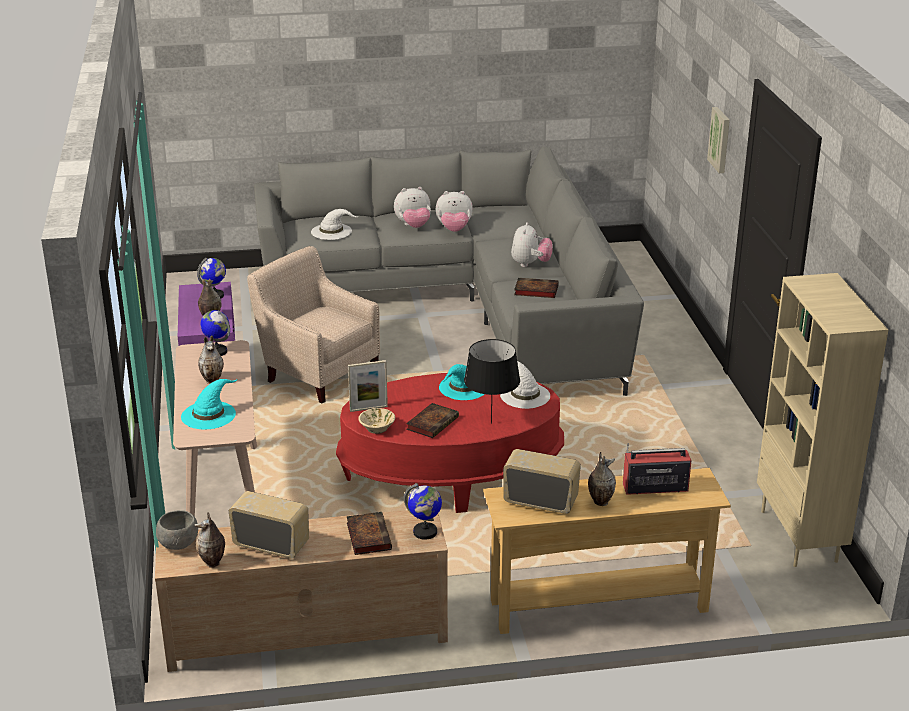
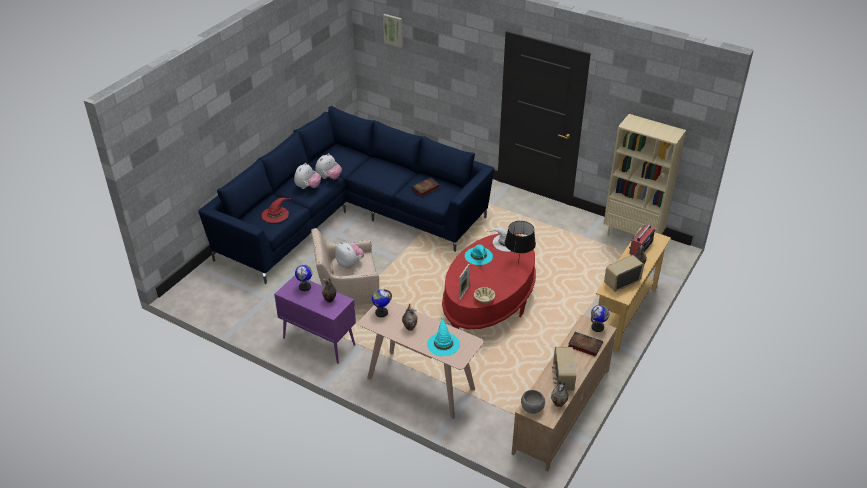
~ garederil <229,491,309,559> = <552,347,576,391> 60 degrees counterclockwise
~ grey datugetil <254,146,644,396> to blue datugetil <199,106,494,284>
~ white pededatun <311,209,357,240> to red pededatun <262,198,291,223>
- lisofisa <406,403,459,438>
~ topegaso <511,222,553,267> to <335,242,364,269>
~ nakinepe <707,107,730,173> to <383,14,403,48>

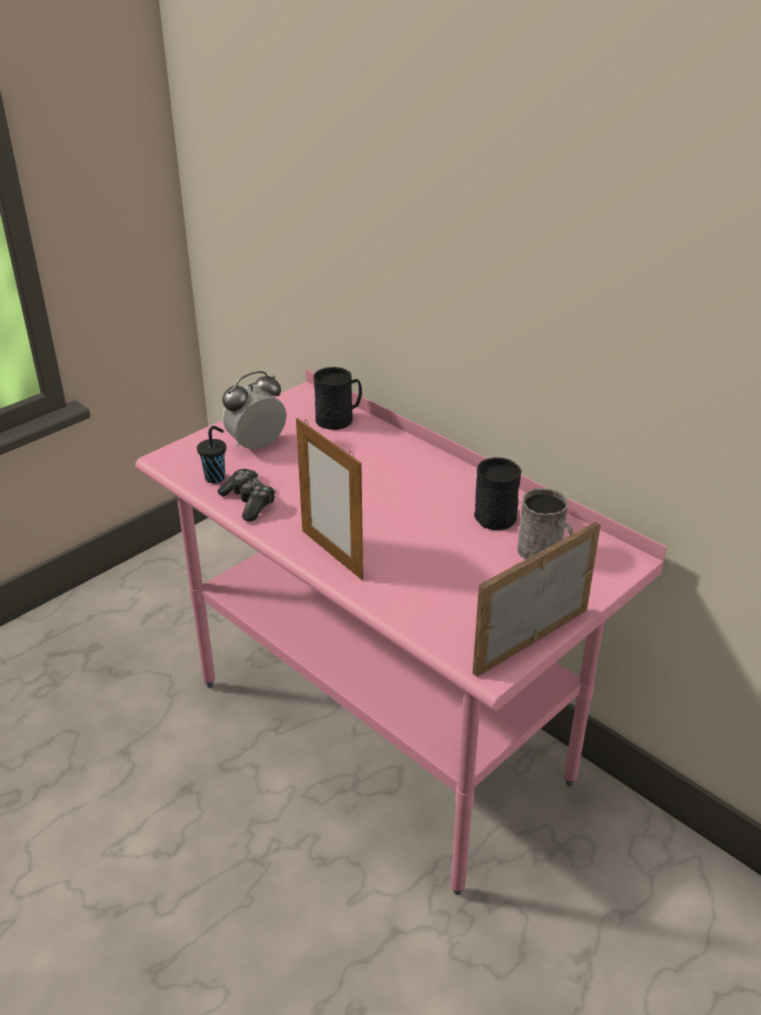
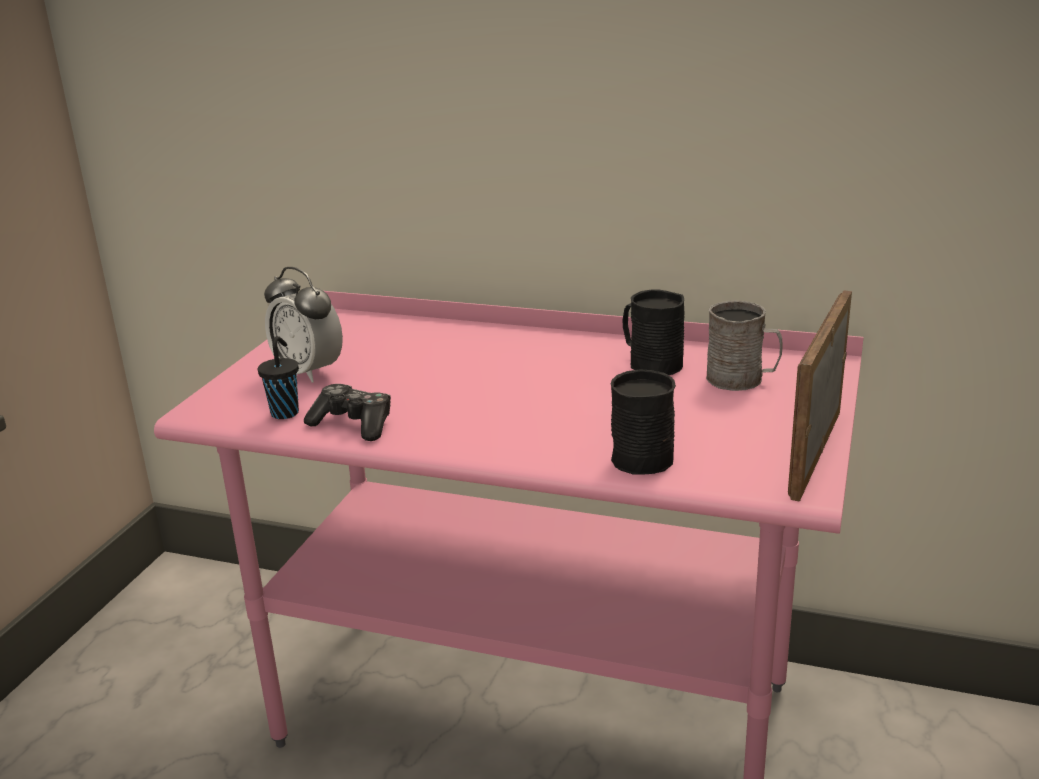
~ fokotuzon <222,371,287,450> = <264,267,343,383> 75 degrees counterclockwise
- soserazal <296,418,363,580>
~ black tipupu <313,367,362,430> to <611,369,676,474>

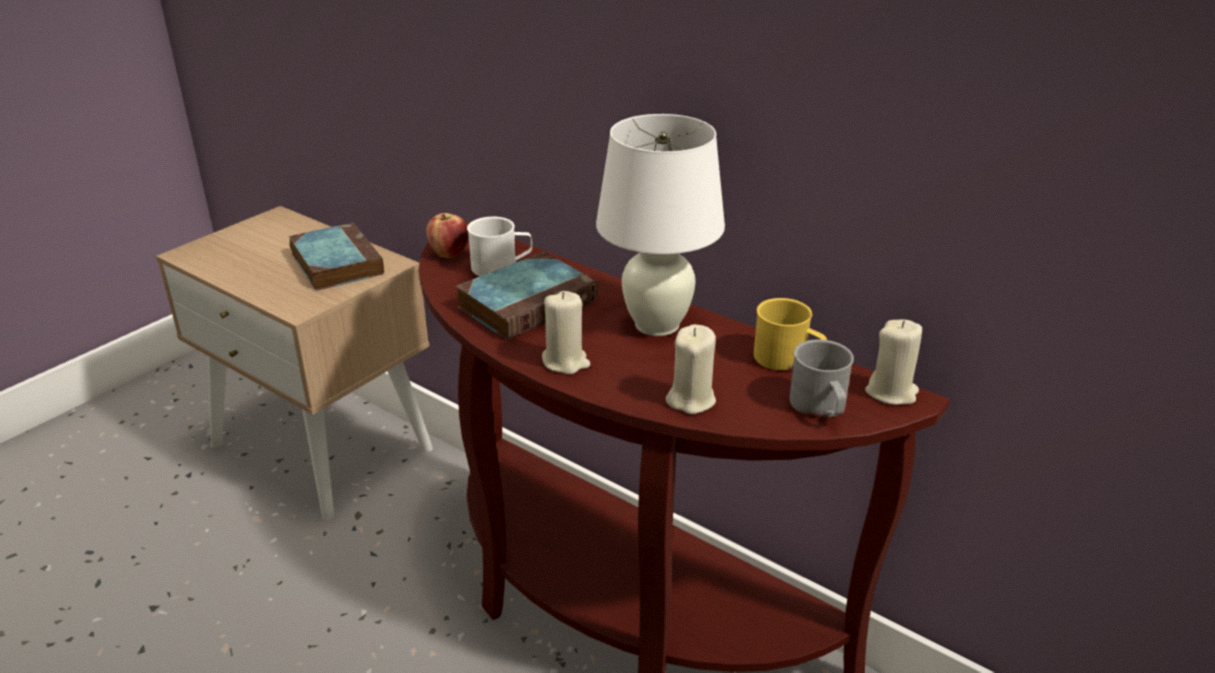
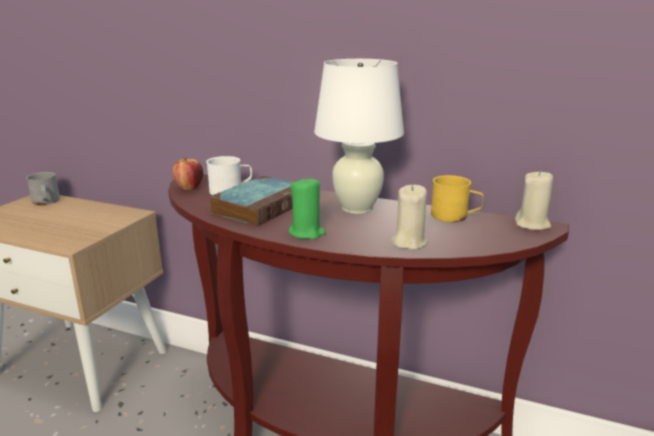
- lisofisa <289,222,384,291>
~ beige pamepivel <542,291,590,374> to green pamepivel <288,177,326,239>
~ grey tipupu <790,339,854,418> to <26,172,60,205>

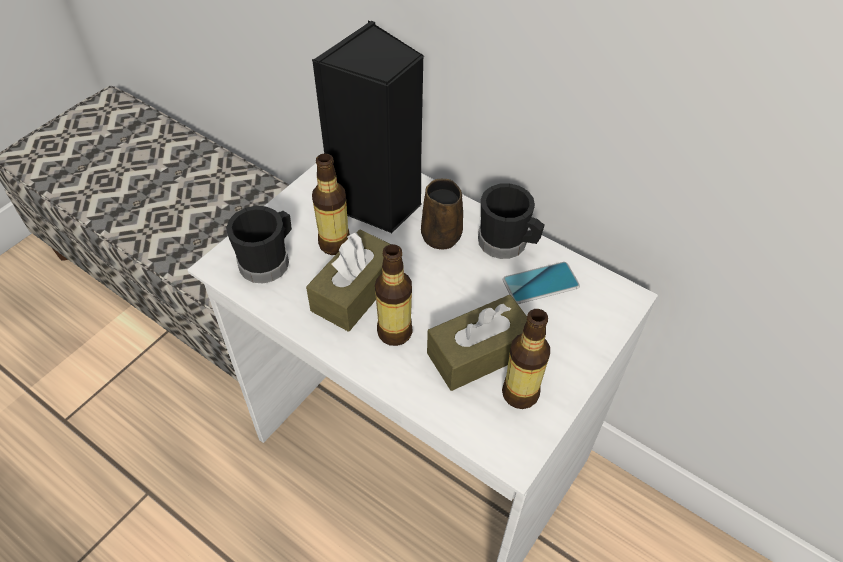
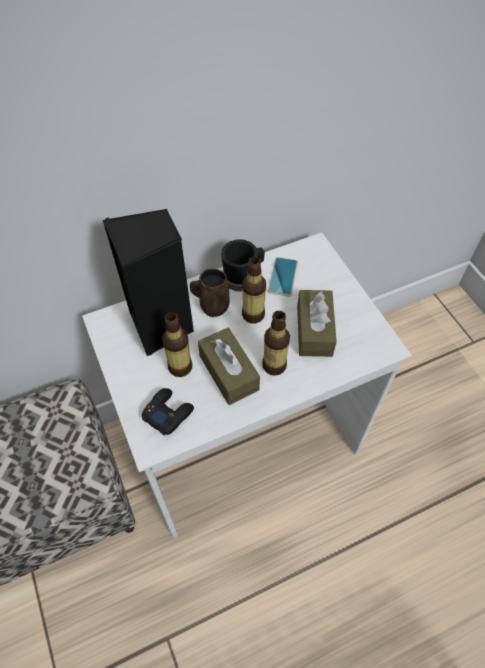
~ black tipupu <226,206,292,283> to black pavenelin <142,388,194,435>
~ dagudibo <502,309,550,409> to <242,257,266,324>

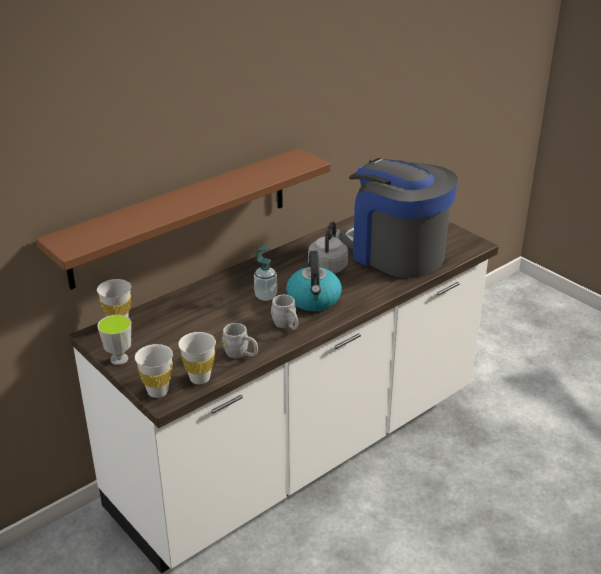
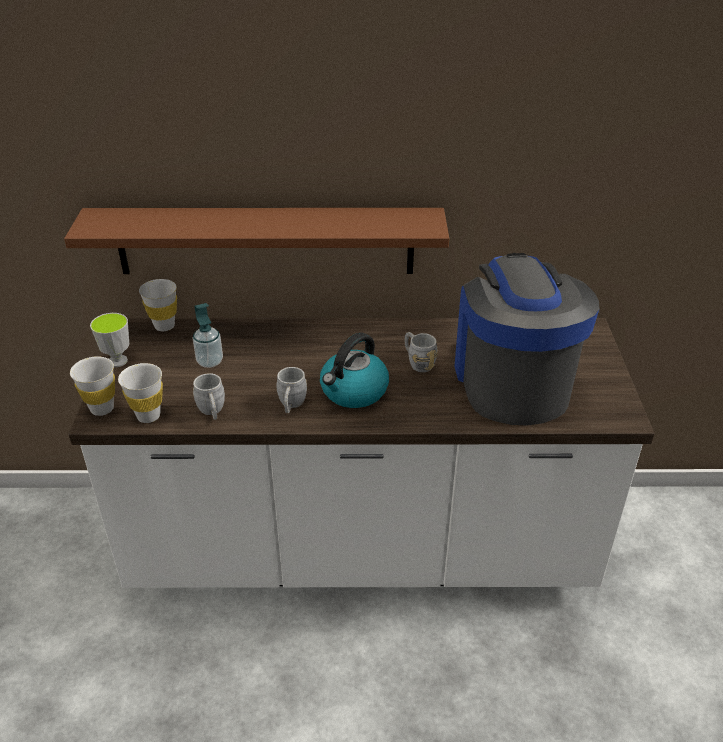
~ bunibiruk <254,246,277,301> to <193,303,223,368>
~ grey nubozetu <308,221,348,273> to grey tipupu <405,332,438,372>

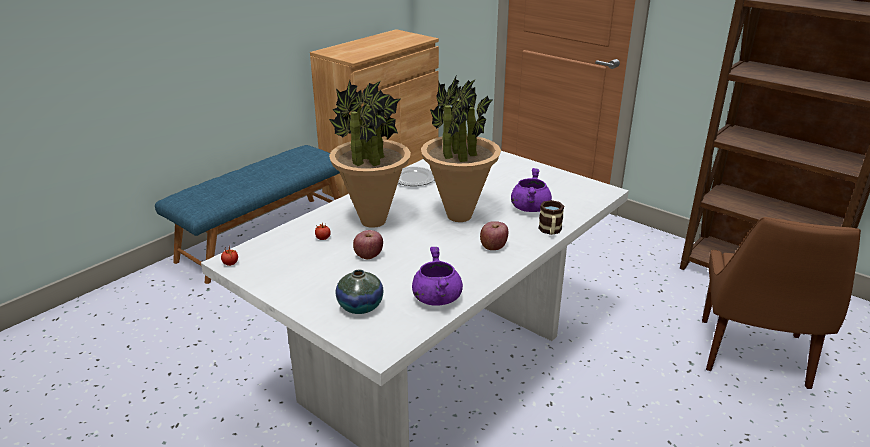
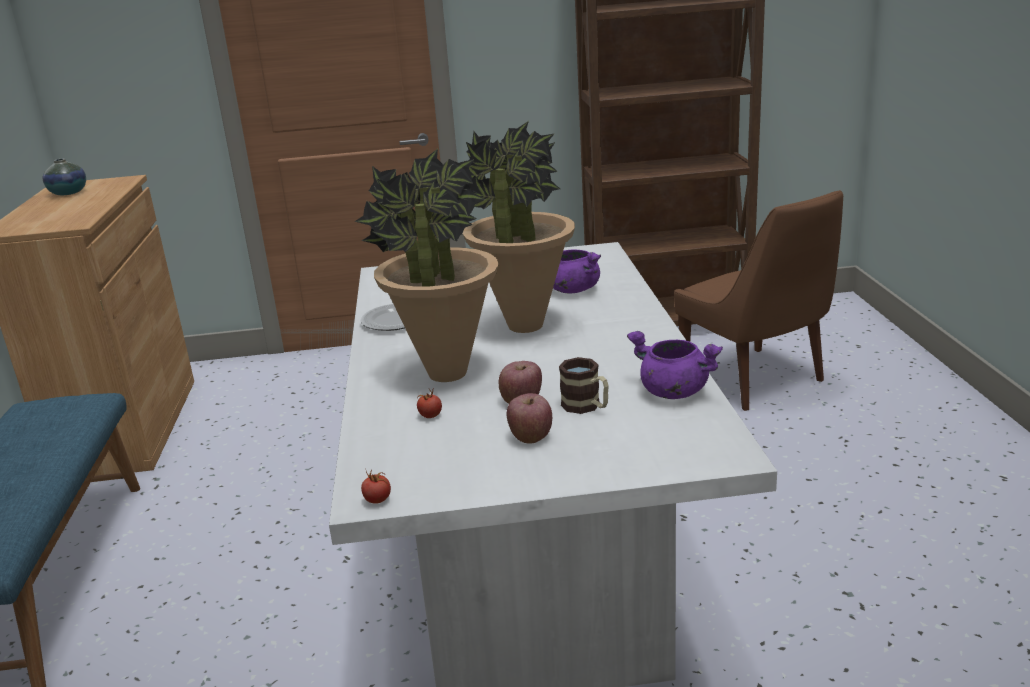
~ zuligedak <336,270,384,314> to <43,159,86,195>
~ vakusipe <480,221,508,250> to <507,393,552,444>
~ tipupu <538,200,564,235> to <559,357,609,414>

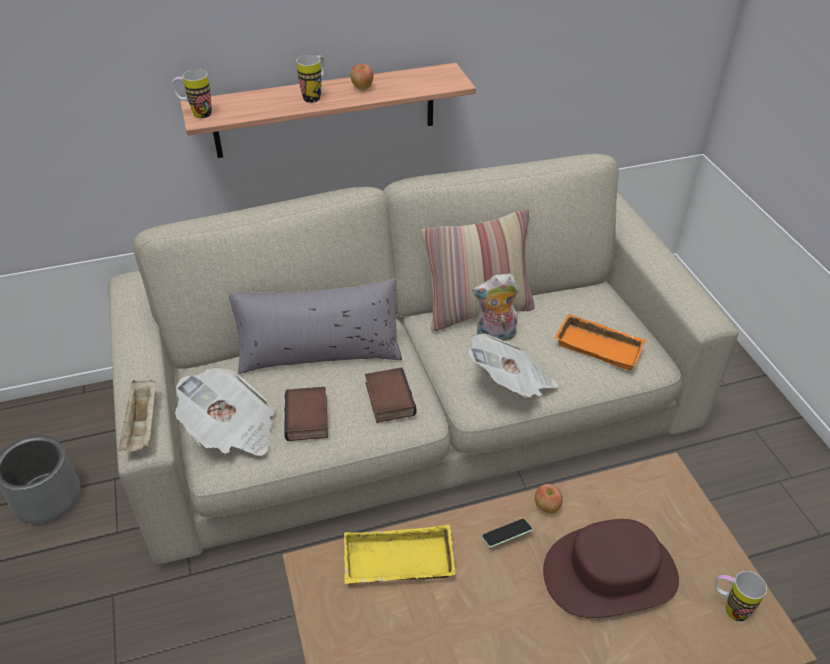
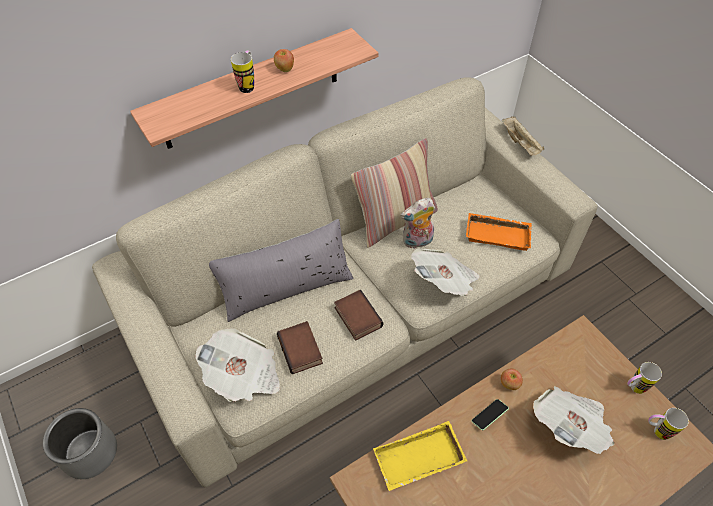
~ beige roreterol <119,380,156,452> to <502,116,544,156>
~ tipupu <172,69,211,118> to <627,362,662,394>
~ brown pededatun <543,519,679,618> to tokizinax <533,386,614,454>

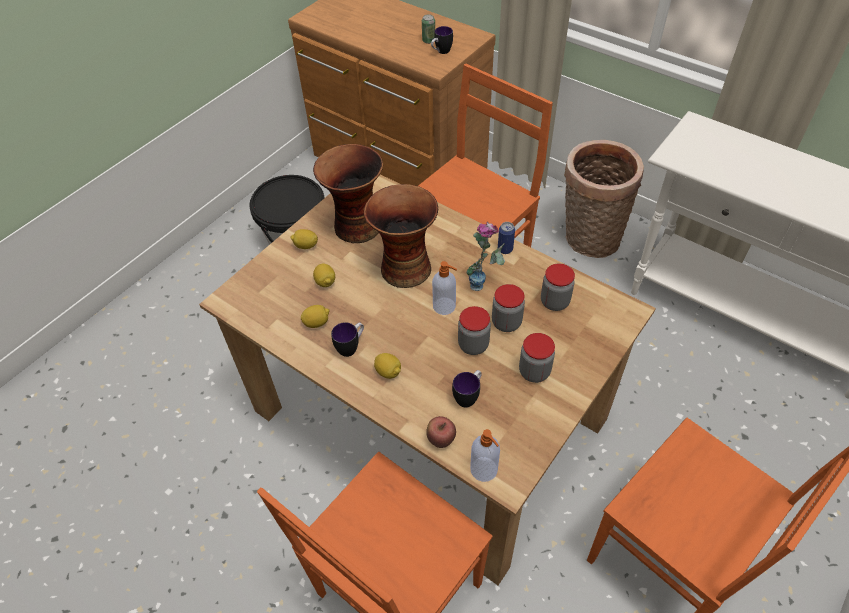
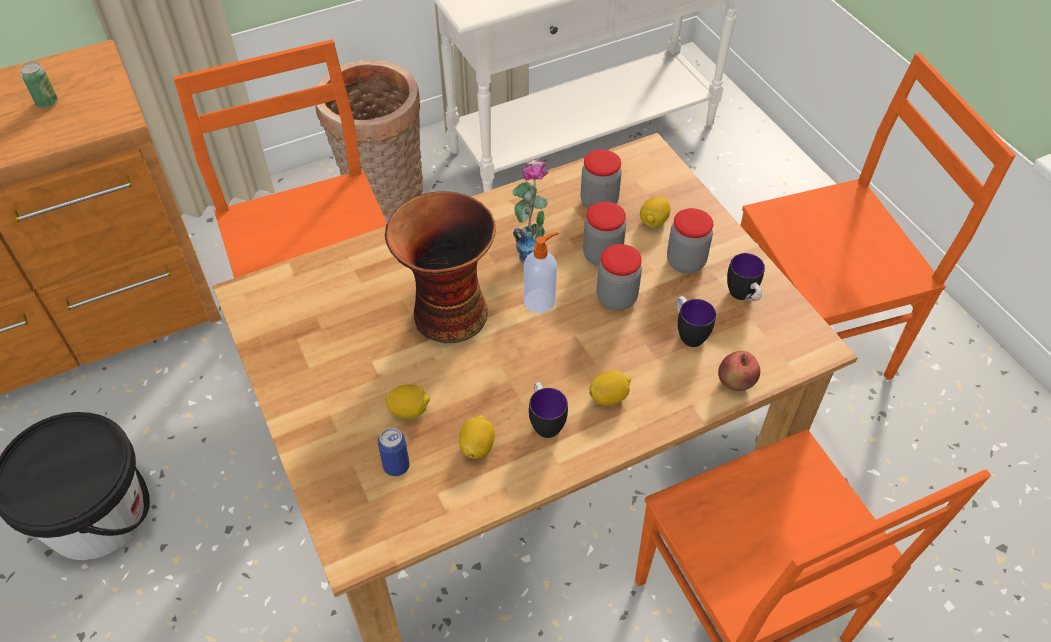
~ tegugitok <291,229,318,249> to <640,196,671,227>
- zuligedak <313,144,383,243>
~ tipupu <431,26,453,54> to <727,253,765,301>
- bunibiruk <470,429,500,482>
~ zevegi <498,222,515,254> to <378,428,410,476>

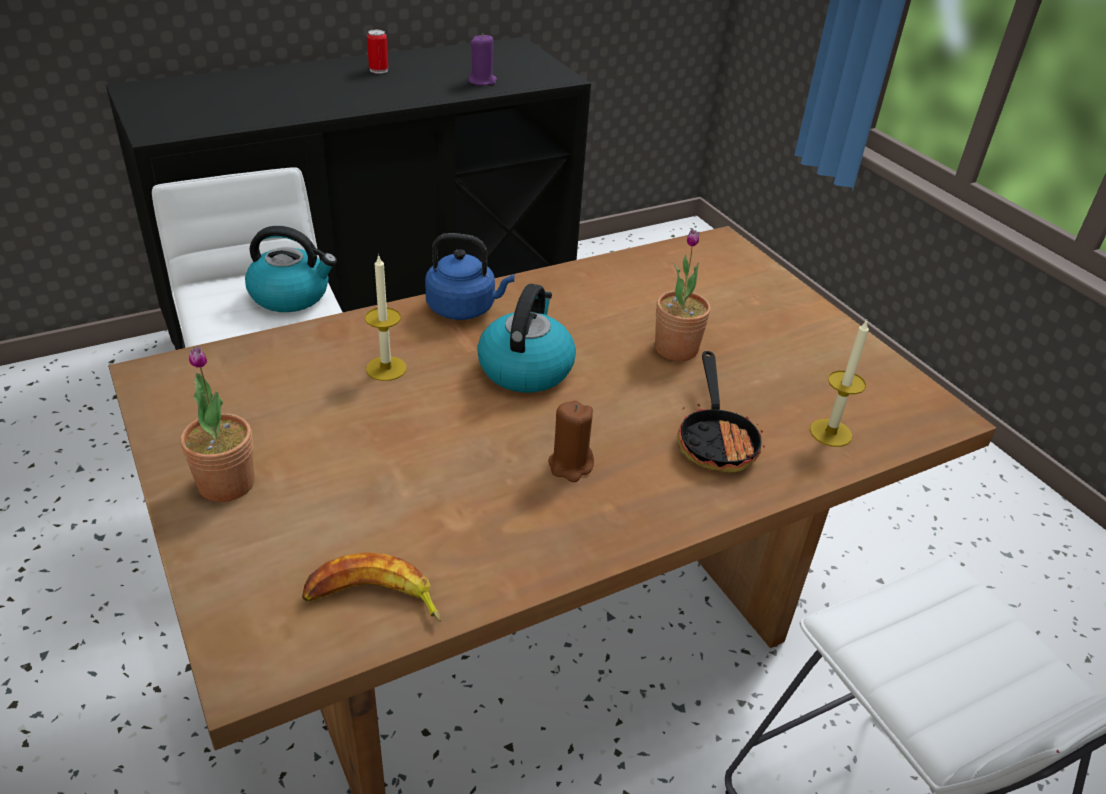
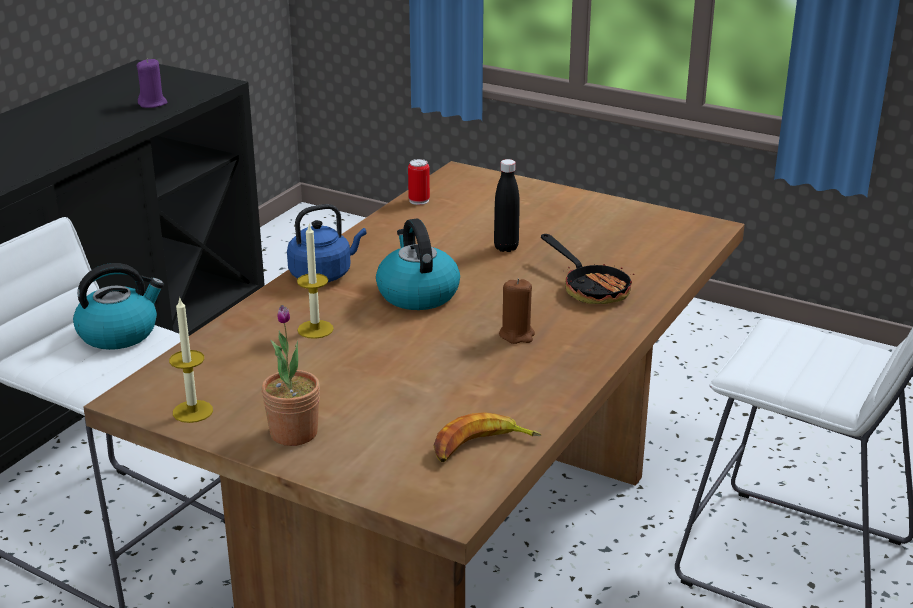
~ zevegi <367,30,388,74> to <408,159,430,205>
~ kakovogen <655,229,711,361> to black dagudibo <494,159,520,252>
~ pamepivel <810,320,869,447> to <169,296,213,423>

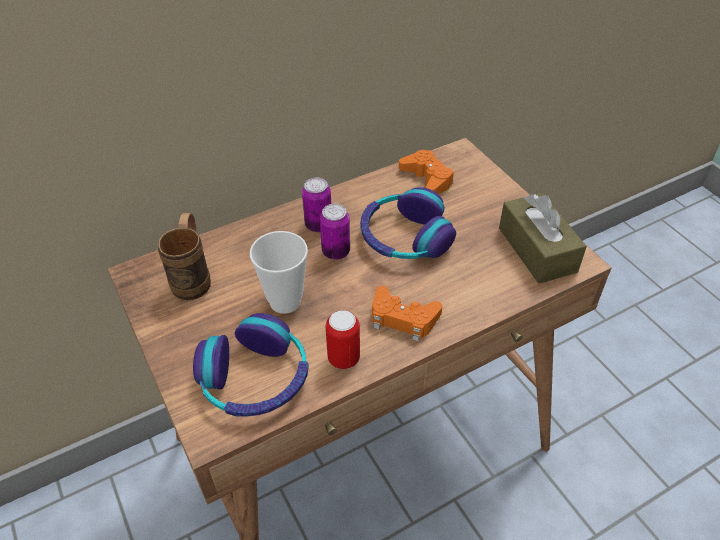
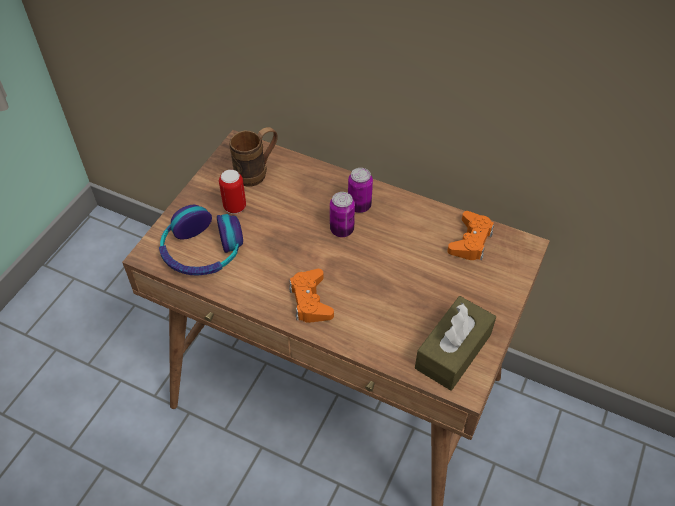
- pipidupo <250,231,308,314>
~ zevegi <326,310,360,369> to <219,170,246,214>
- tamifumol <360,187,456,259>

